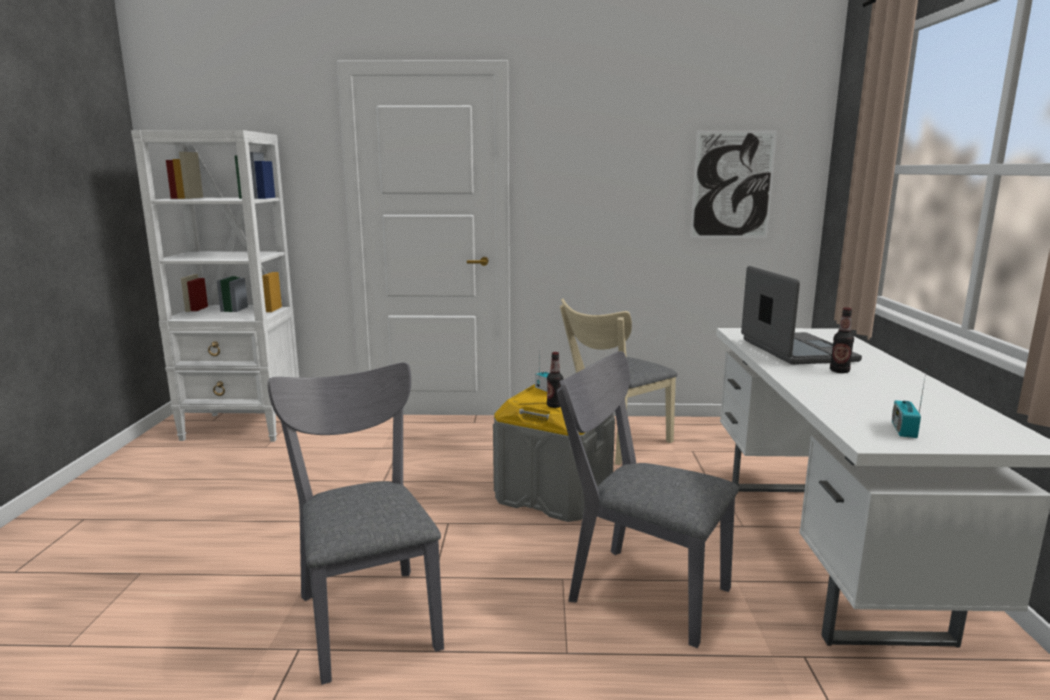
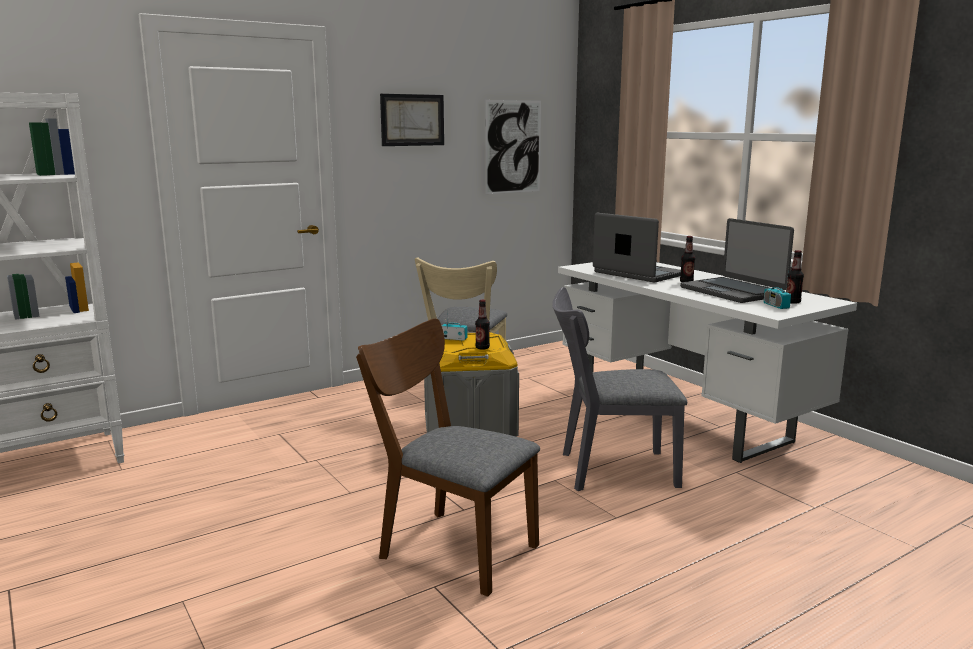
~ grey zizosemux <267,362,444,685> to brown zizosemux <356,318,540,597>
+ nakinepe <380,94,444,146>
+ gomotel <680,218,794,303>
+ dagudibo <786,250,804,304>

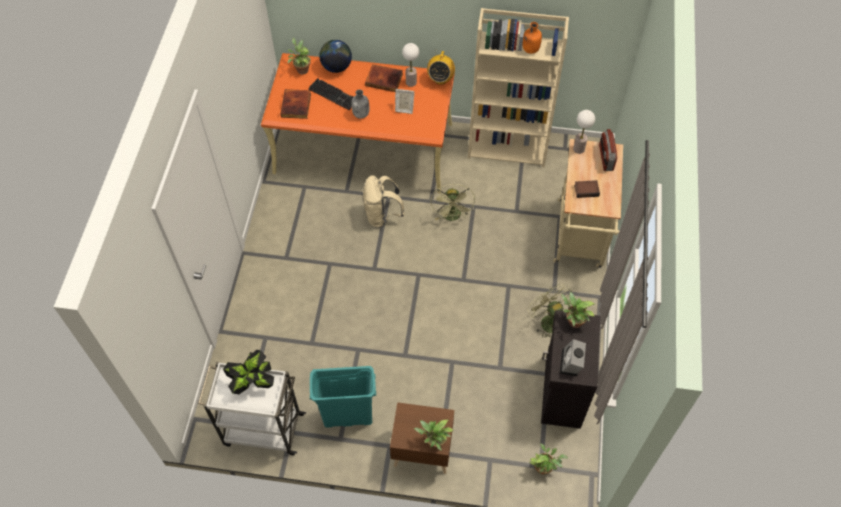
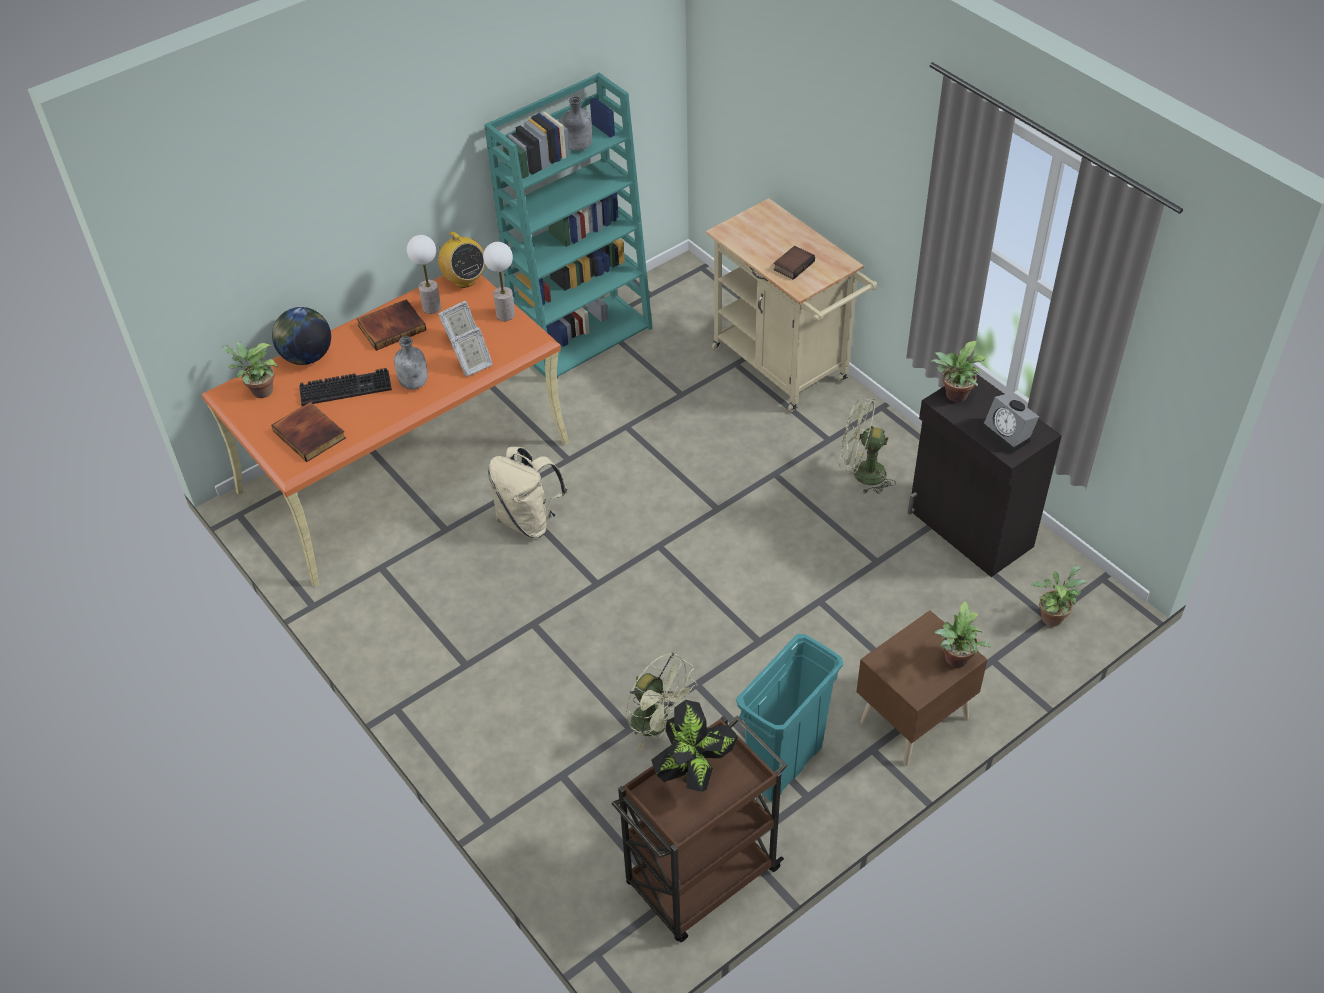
~ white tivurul <198,362,306,455> to brown tivurul <611,716,787,942>
~ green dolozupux <430,184,475,221> to <626,652,697,750>
~ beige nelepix <468,8,569,167> to turquoise nelepix <484,73,653,378>
~ orange dagudibo <523,22,542,54> to grey dagudibo <562,96,592,151>
~ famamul <573,110,595,154> to <483,242,515,321>
- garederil <599,129,617,171>
+ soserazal <450,327,493,377>

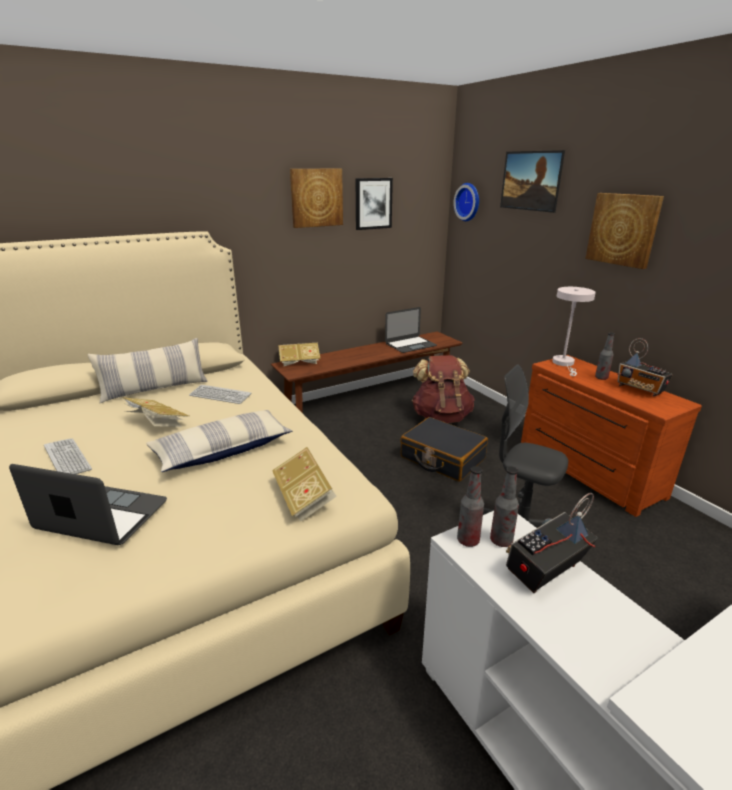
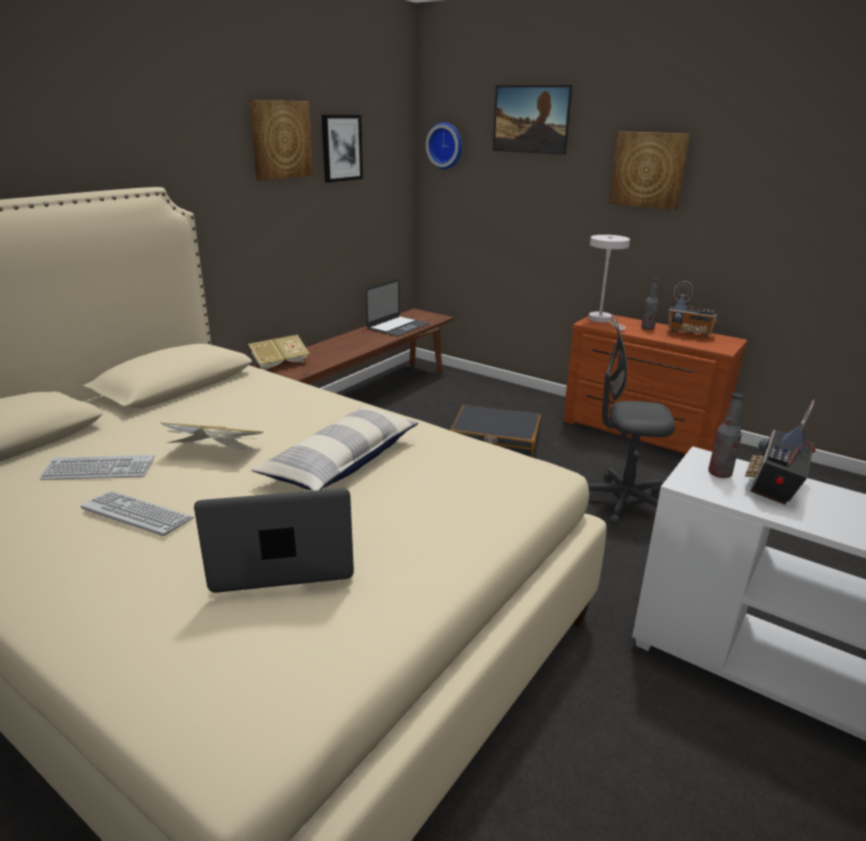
- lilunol <88,338,208,403>
~ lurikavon <189,385,251,404> to <40,455,154,480>
- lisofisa <272,447,337,522>
- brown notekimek <412,355,475,423>
- dagudibo <457,466,484,547>

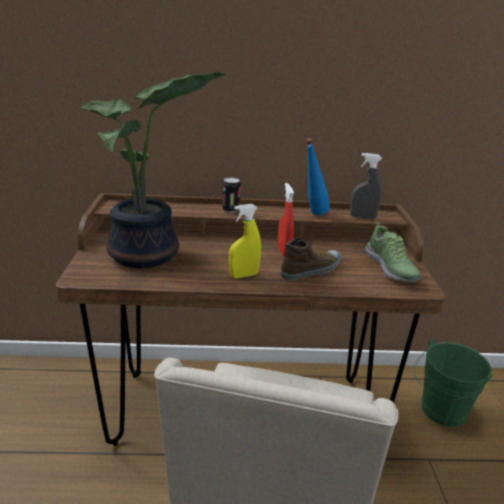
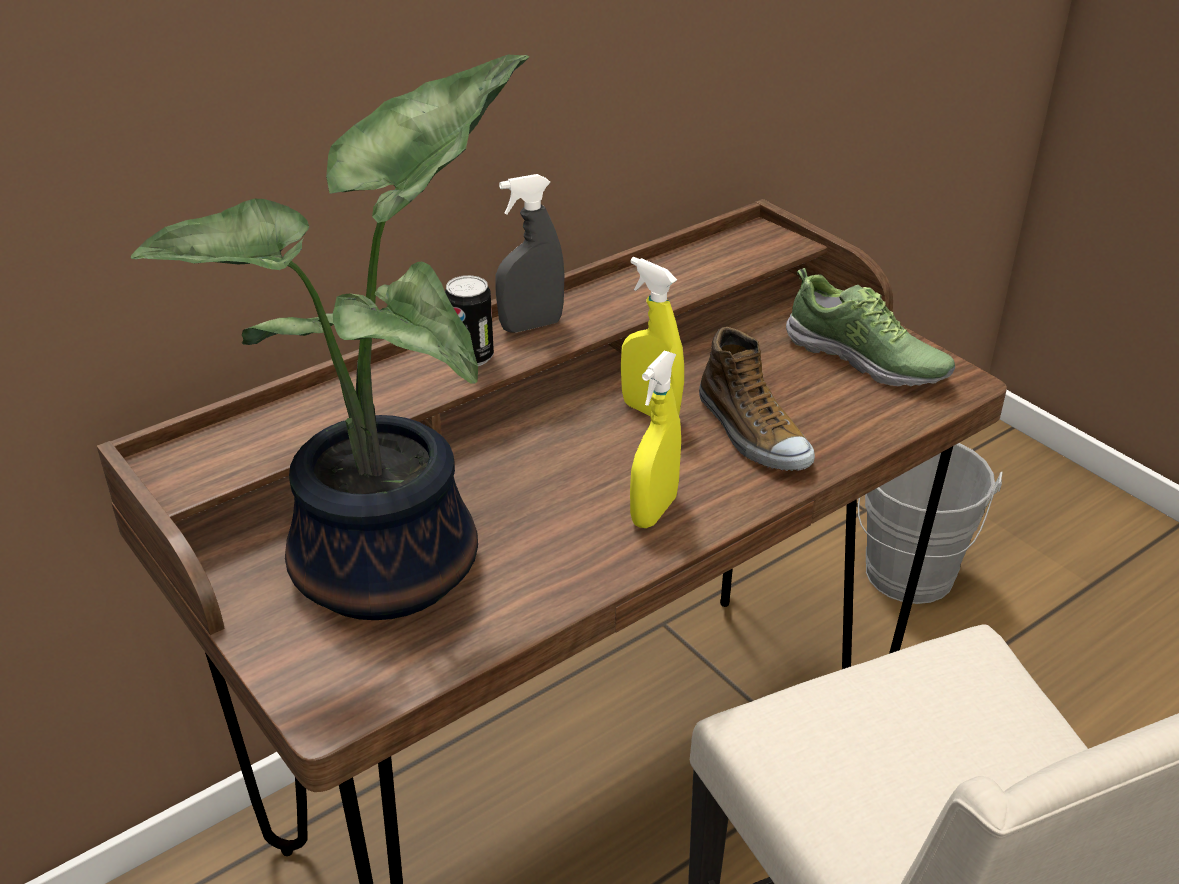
~ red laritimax <277,183,294,256> to yellow laritimax <621,257,684,416>
~ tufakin <280,238,341,281> = <699,327,815,471> 135 degrees clockwise
- blue dagudibo <306,138,330,215>
~ grey laritimax <350,153,382,219> to <495,174,564,333>
~ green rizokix <413,338,493,427> to grey rizokix <858,443,1003,604>

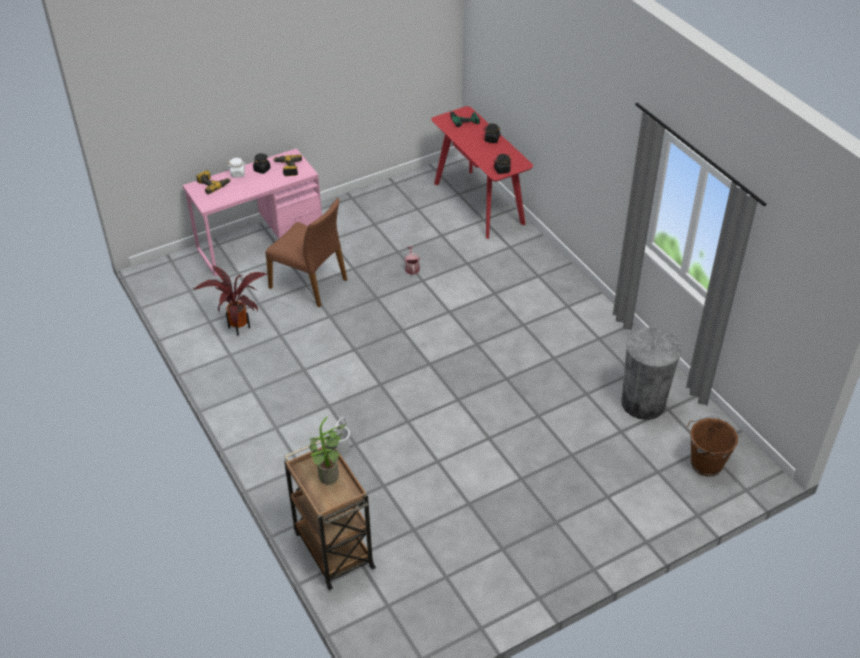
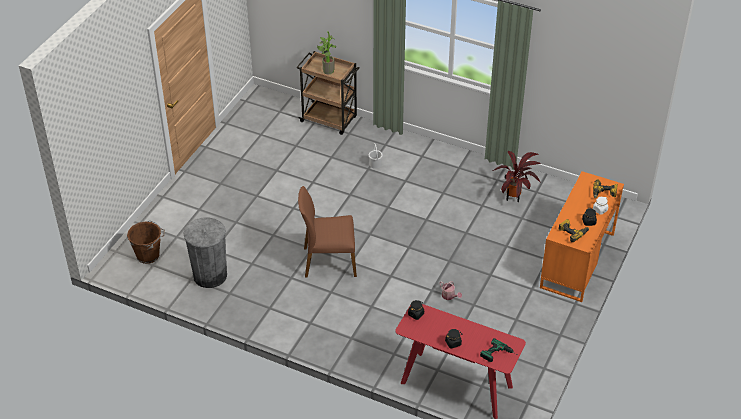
~ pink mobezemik <183,148,322,276> to orange mobezemik <540,171,624,302>
~ brown zizosemux <265,198,347,308> to <298,186,357,278>

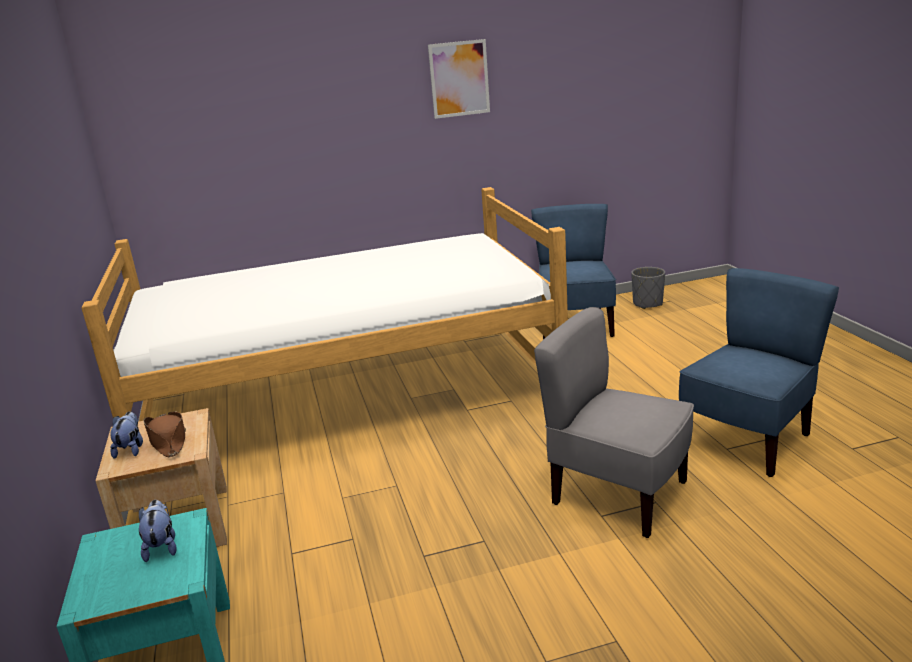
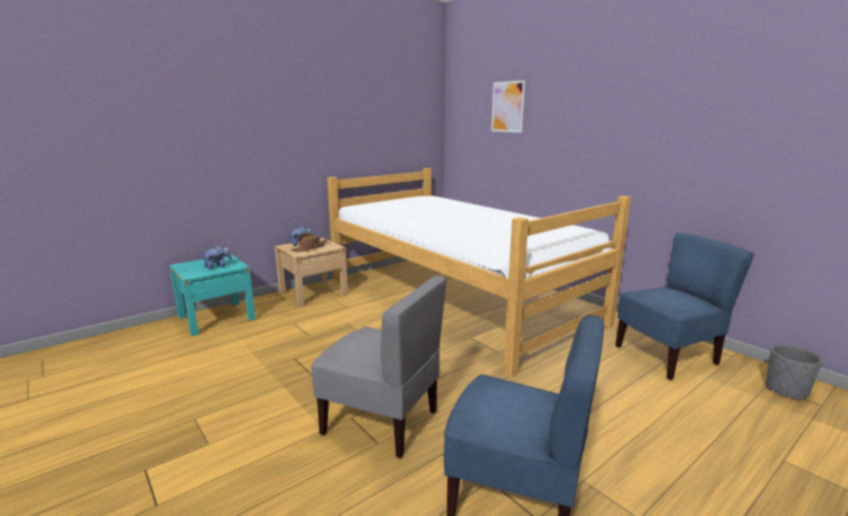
~ nakinepe <428,39,490,119> to <491,80,526,133>
~ grey zizosemux <534,307,694,538> = <311,275,447,458> 105 degrees clockwise

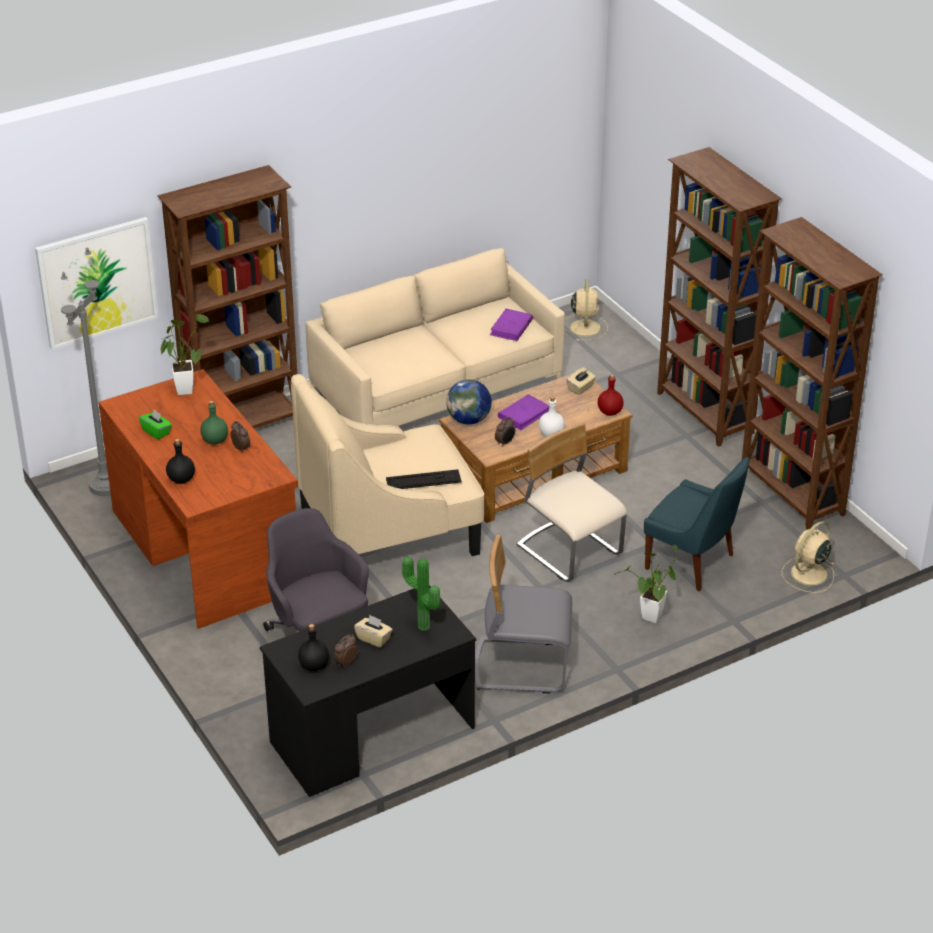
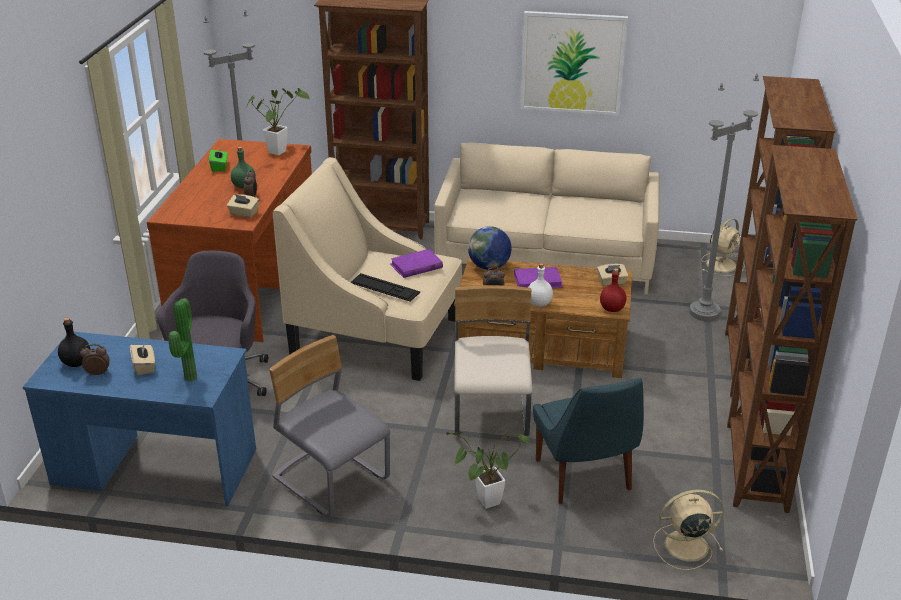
~ nakinepe <35,217,159,350> to <521,11,628,115>
- black dagudibo <166,439,195,484>
~ black mobezemik <260,585,476,797> to blue mobezemik <23,331,256,506>
~ purple lisofisa <490,309,533,341> to <390,249,443,278>
+ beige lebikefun <227,194,259,218>
+ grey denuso <689,74,759,321>

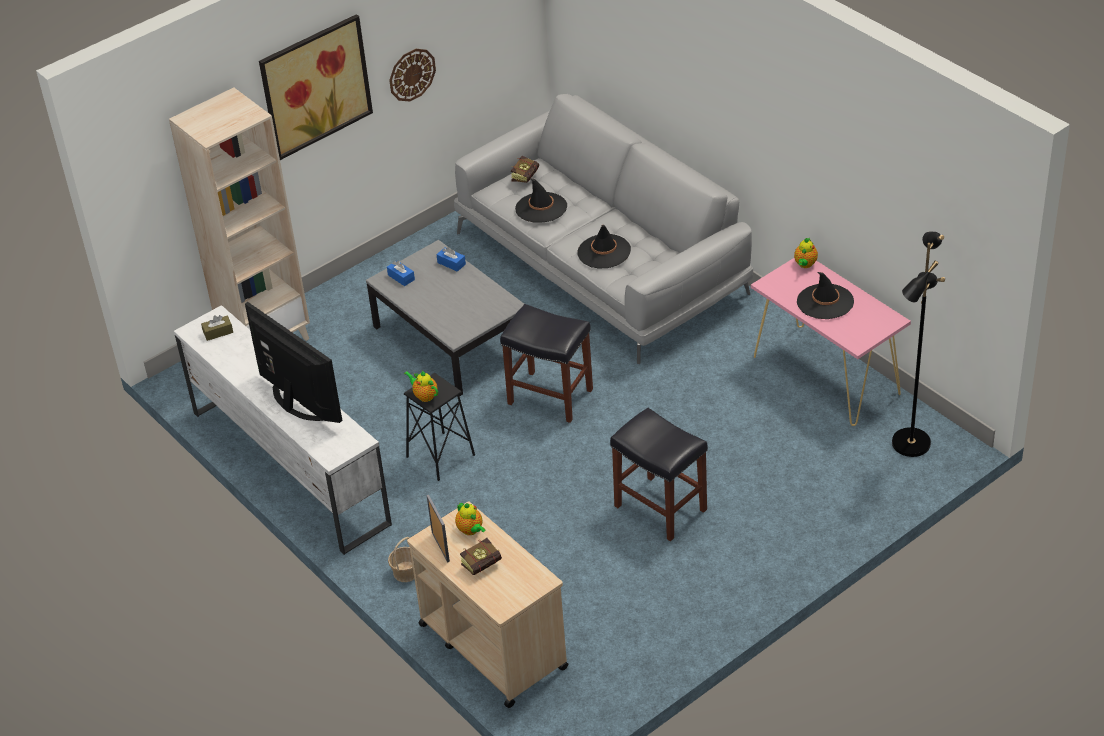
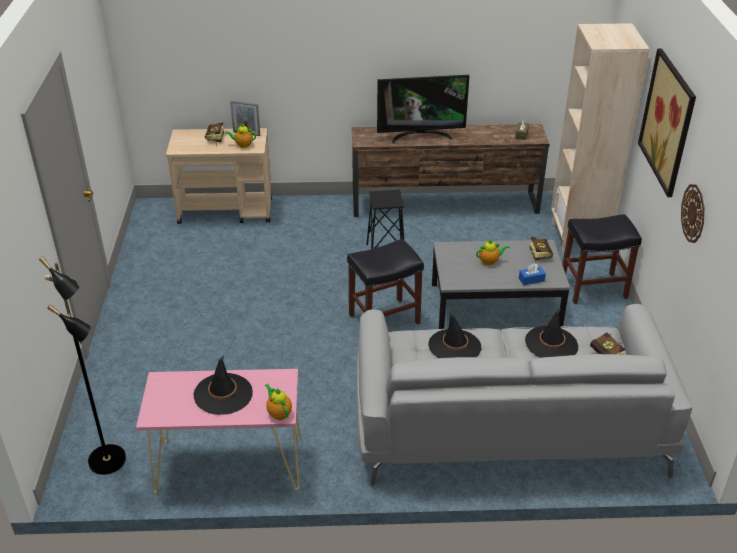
~ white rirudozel <174,305,392,555> to brown rirudozel <352,124,549,217>
~ blue lebikefun <387,261,415,286> to lisofisa <529,237,553,261>
- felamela <388,537,414,582>
~ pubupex <404,371,438,402> to <476,239,510,265>
~ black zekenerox <610,408,708,541> to <562,214,642,304>

